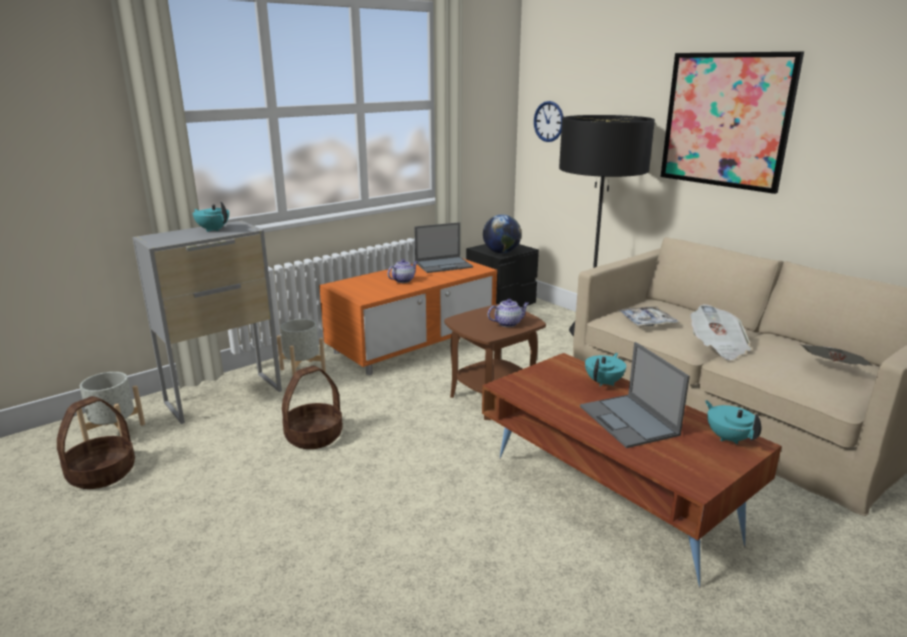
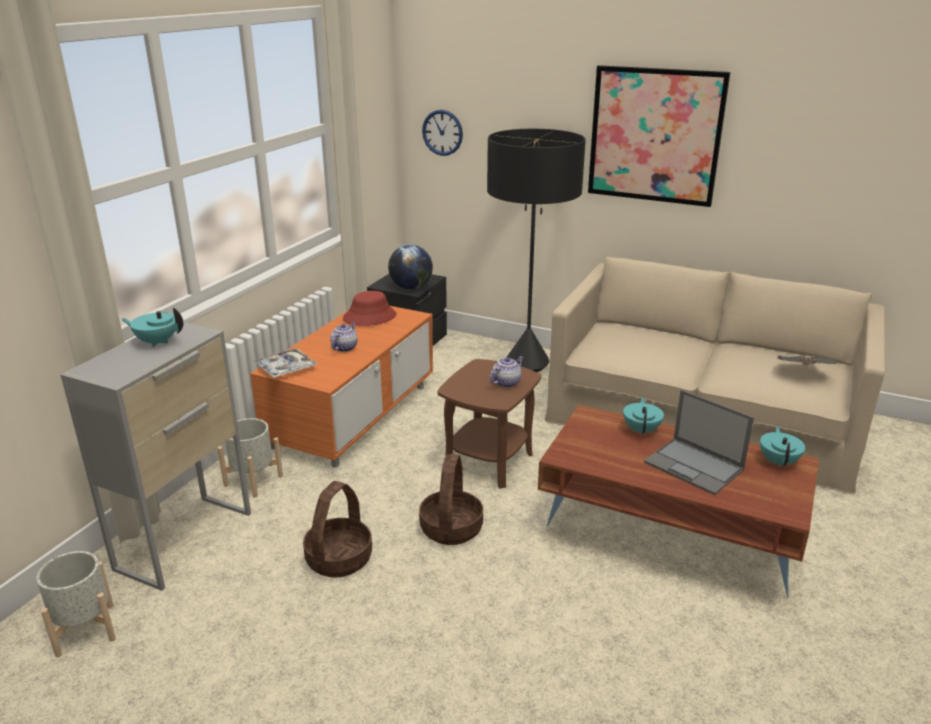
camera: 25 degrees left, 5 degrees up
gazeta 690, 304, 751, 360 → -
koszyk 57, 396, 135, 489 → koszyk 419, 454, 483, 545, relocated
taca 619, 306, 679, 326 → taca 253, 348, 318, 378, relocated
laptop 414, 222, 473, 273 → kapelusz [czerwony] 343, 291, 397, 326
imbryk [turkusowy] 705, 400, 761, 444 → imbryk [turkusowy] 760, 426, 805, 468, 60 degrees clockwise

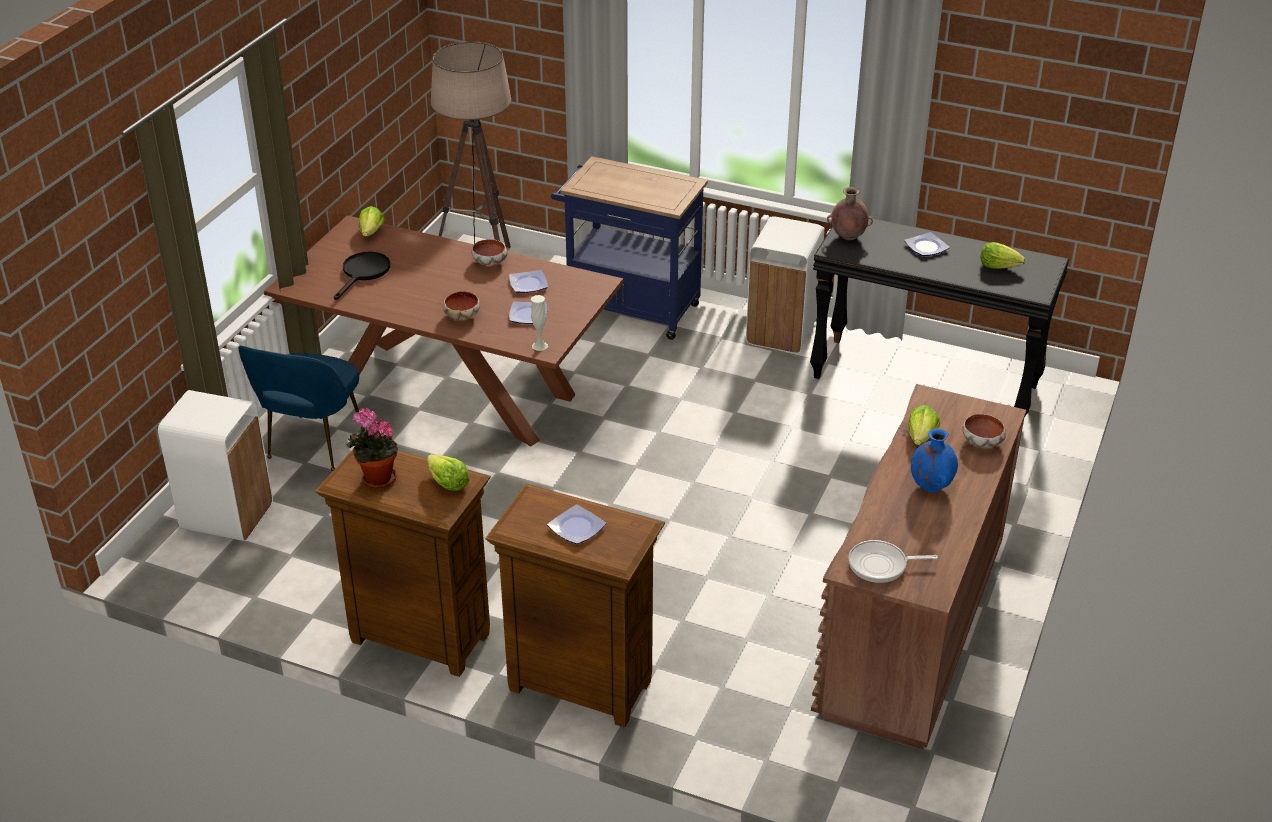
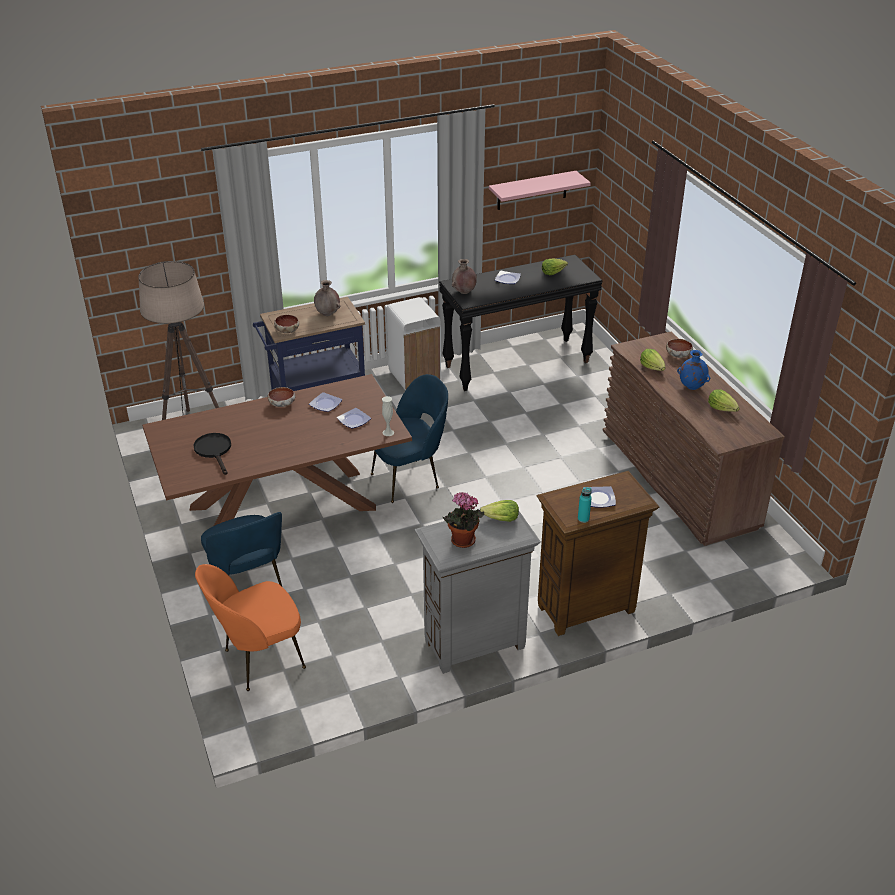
camera: 45 degrees left, 0 degrees up
patelnia 849, 540, 938, 583 → -
- → wazon [brązowy] 314, 280, 340, 316
- → krzesło [niebieski] 371, 374, 448, 503
- → półka [różowy] 489, 171, 591, 210
- → butelka [turkusowy] 578, 487, 592, 523
sałata 359, 206, 385, 237 → sałata 708, 389, 740, 412, relocated
miska 443, 291, 480, 320 → miska 274, 315, 299, 333, relocated
kosz na śmieci [biały] 158, 390, 273, 541 → krzesło [pomarańczowy] 195, 564, 306, 691
szafka [brązowy] 315, 448, 491, 677 → szafka [szary] 415, 511, 541, 674

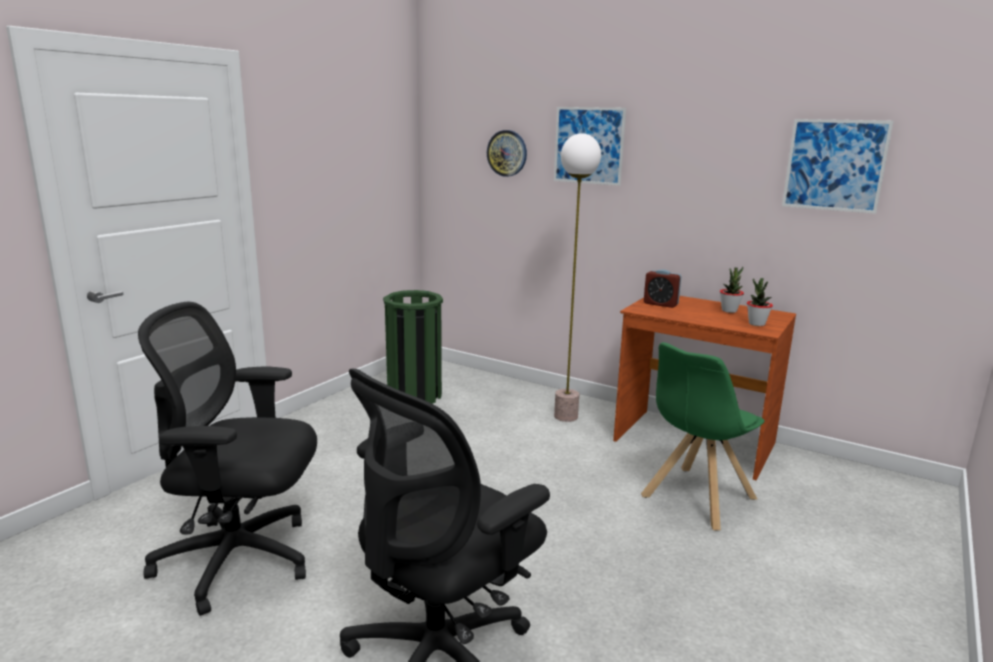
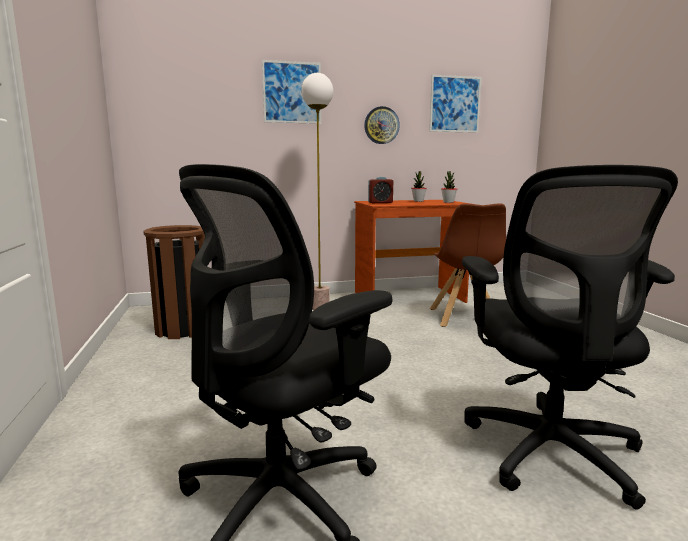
camera: 45 degrees left, 5 degrees down
zegar ścienny 487, 130, 527, 177 → zegar ścienny 364, 106, 400, 144, relocated
kosz na śmieci [zielony] 383, 290, 443, 404 → kosz na śmieci [brązowy] 143, 225, 205, 339
krzesło [zielony] 641, 342, 765, 531 → krzesło [brązowy] 430, 203, 506, 327

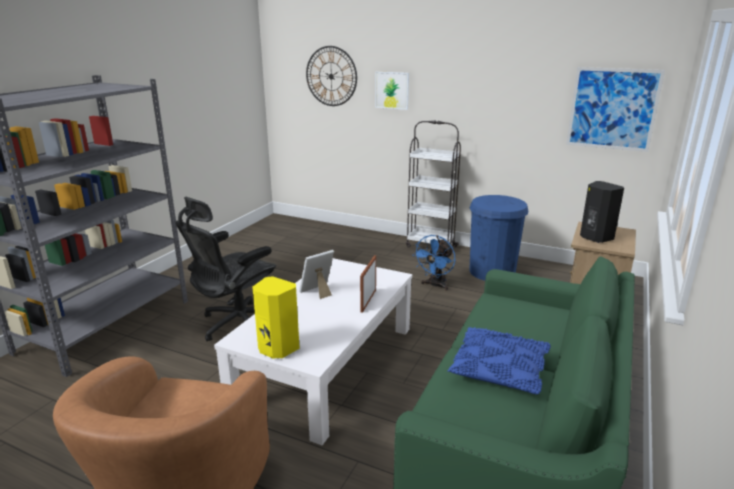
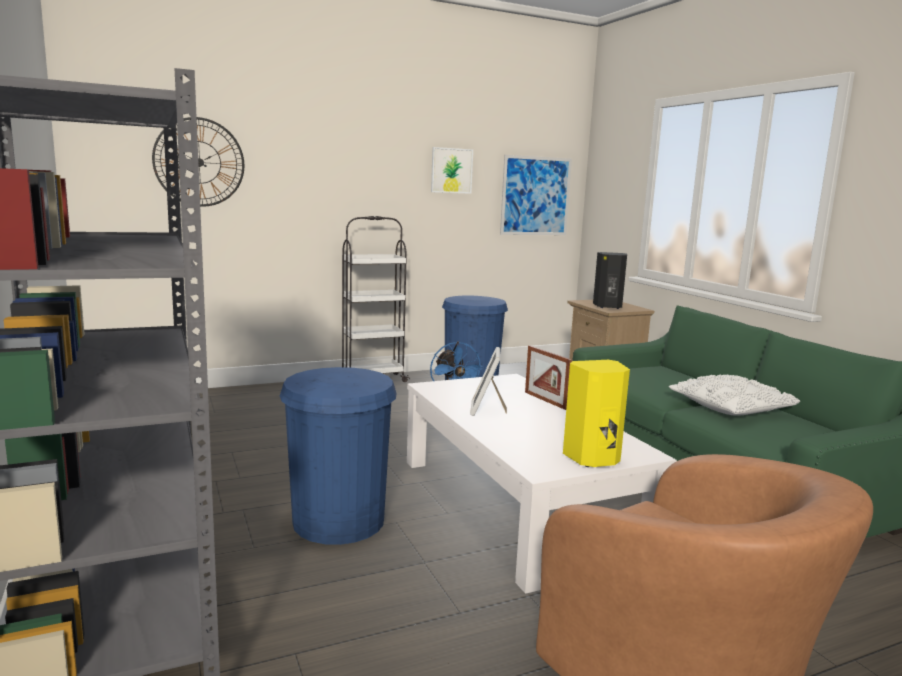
camera: 50 degrees left, 10 degrees down
obraz 375, 71, 409, 110 → obraz 431, 147, 473, 194, relocated
krzesło biurowe 175, 197, 277, 341 → kosz na śmieci [niebieski] 280, 367, 397, 545
poduszka [niebieski] 447, 327, 551, 395 → poduszka [biały] 669, 374, 800, 416

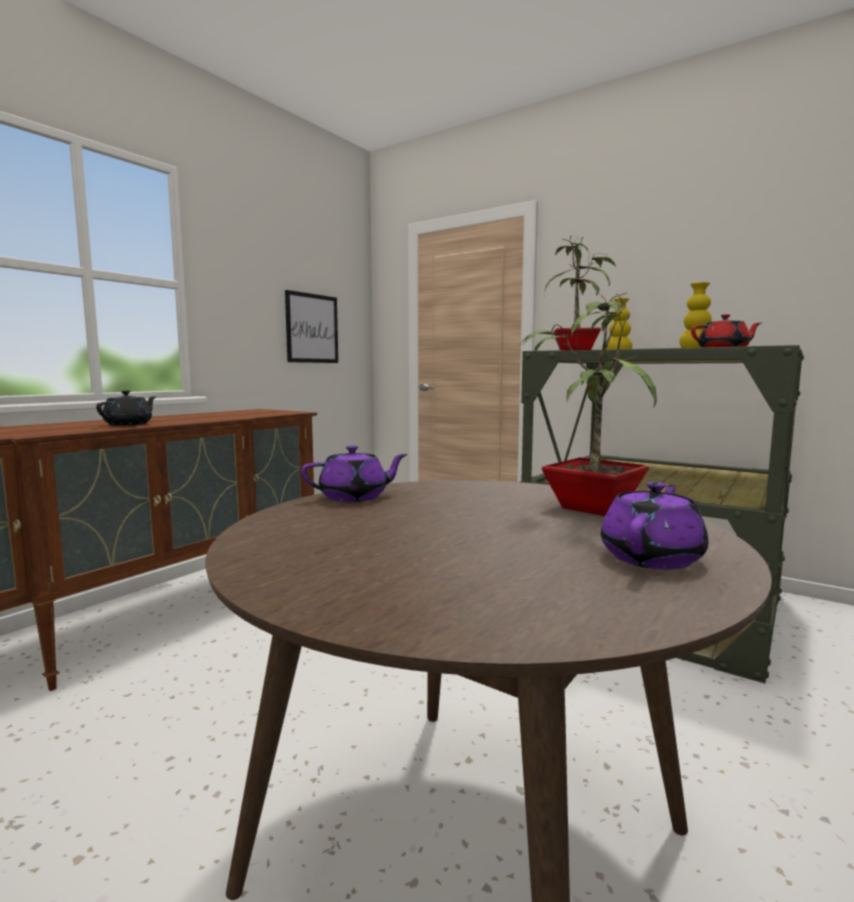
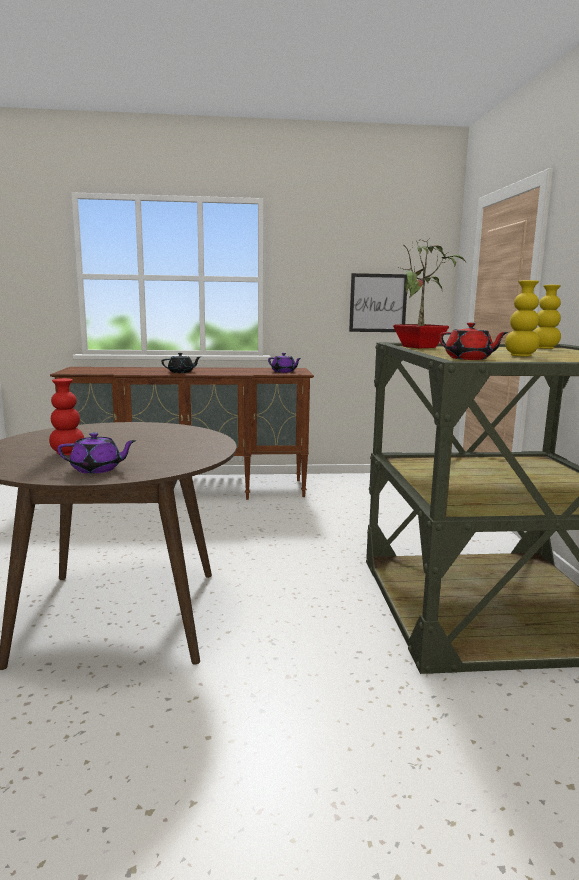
camera: 50 degrees right, 5 degrees up
roślina doniczkowa 520, 292, 657, 516 → -
- → wazon [czerwony] 49, 378, 84, 455
imbryk [fioletowy] 301, 445, 408, 502 → imbryk [fioletowy] 268, 353, 301, 373, relocated

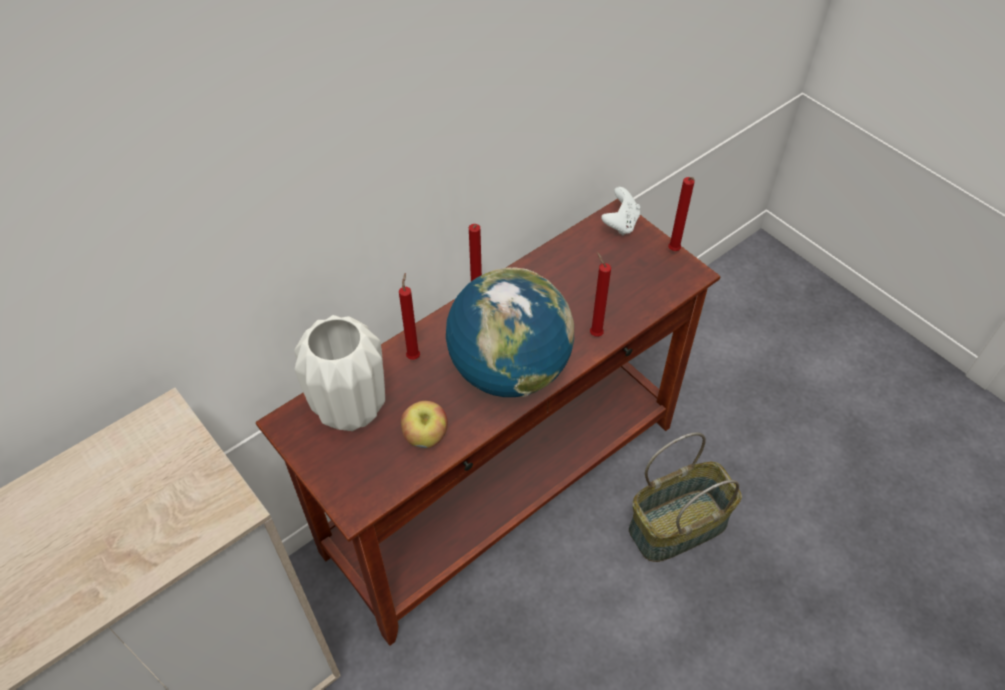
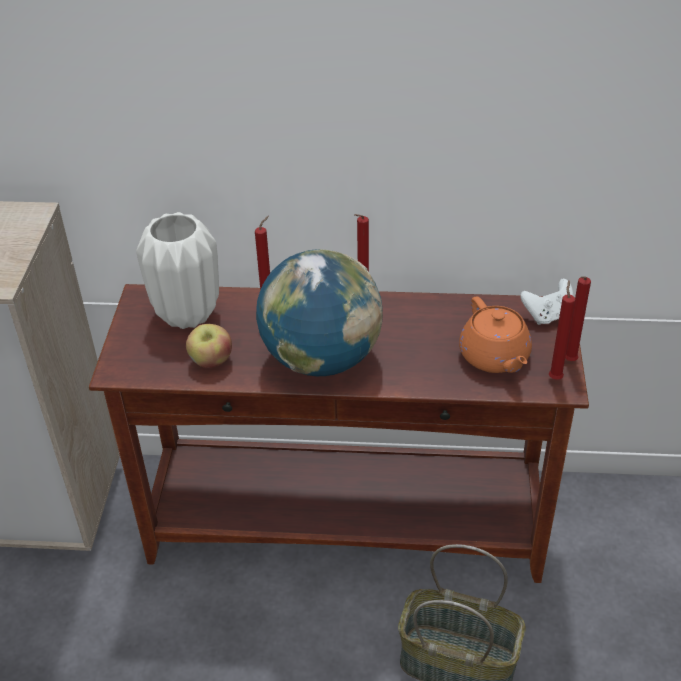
camera: 45 degrees right, 10 degrees down
- → imbryk [pomarańczowy] 459, 296, 532, 373
świeca [czerwony] 590, 252, 611, 337 → świeca [czerwony] 549, 280, 575, 380, relocated

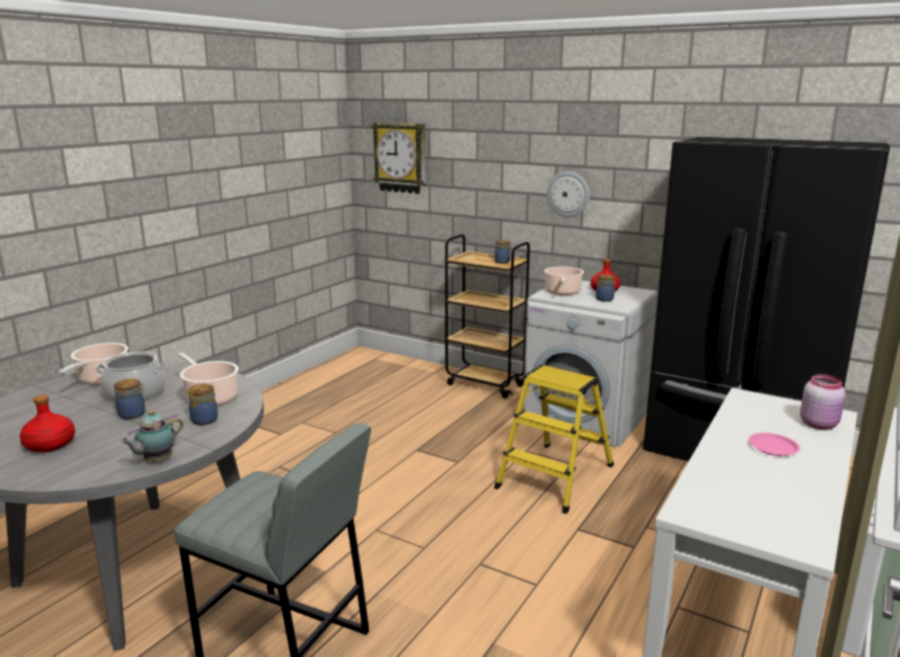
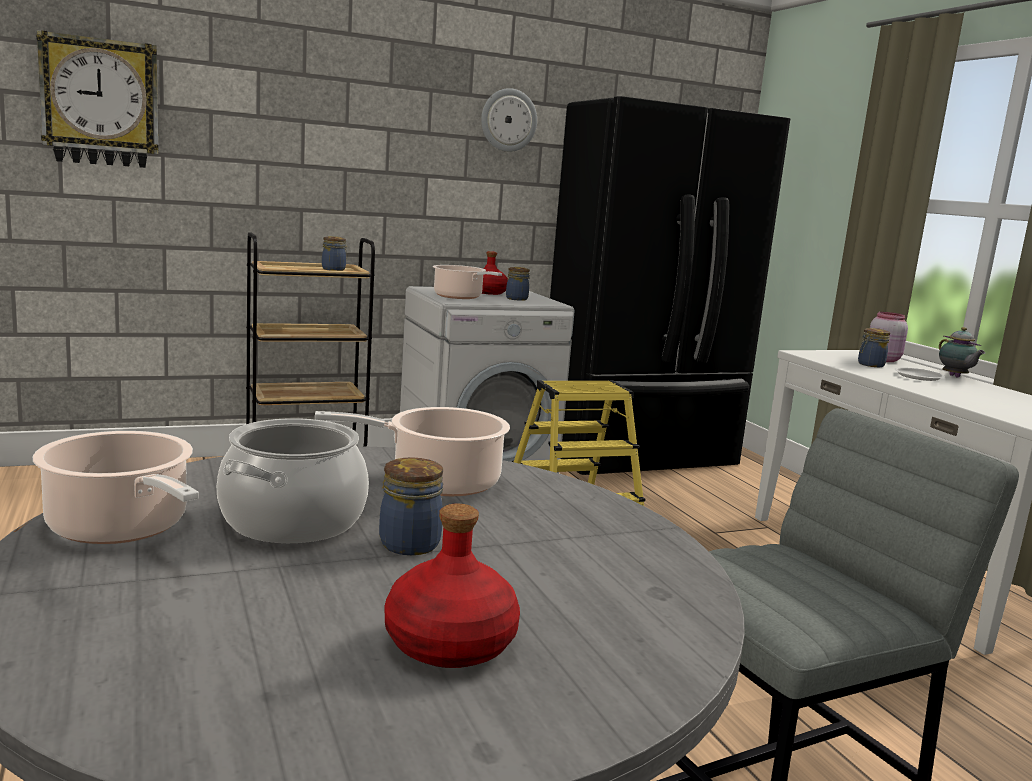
camera: 55 degrees left, 5 degrees down
imbryk 121, 410, 183, 462 → imbryk 939, 327, 985, 377, relocated
słoik 188, 384, 218, 425 → słoik 858, 328, 890, 367, relocated
zegar ścienny 547, 171, 590, 217 → zegar ścienny 481, 88, 537, 152, relocated
talerz [różowy] 748, 433, 800, 456 → talerz [biały] 895, 368, 945, 381

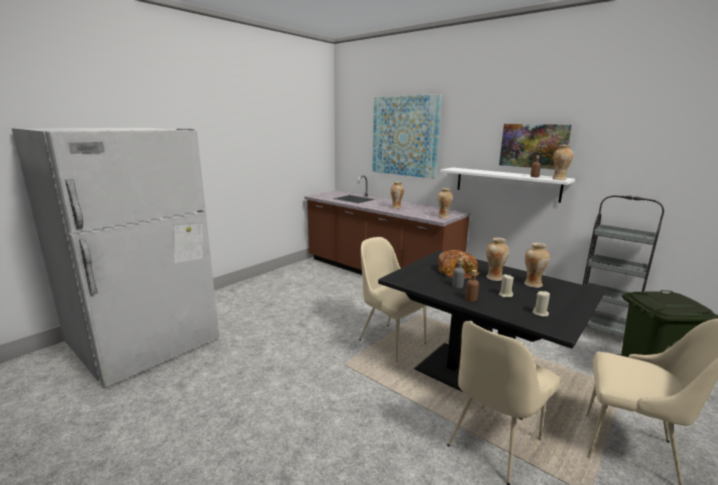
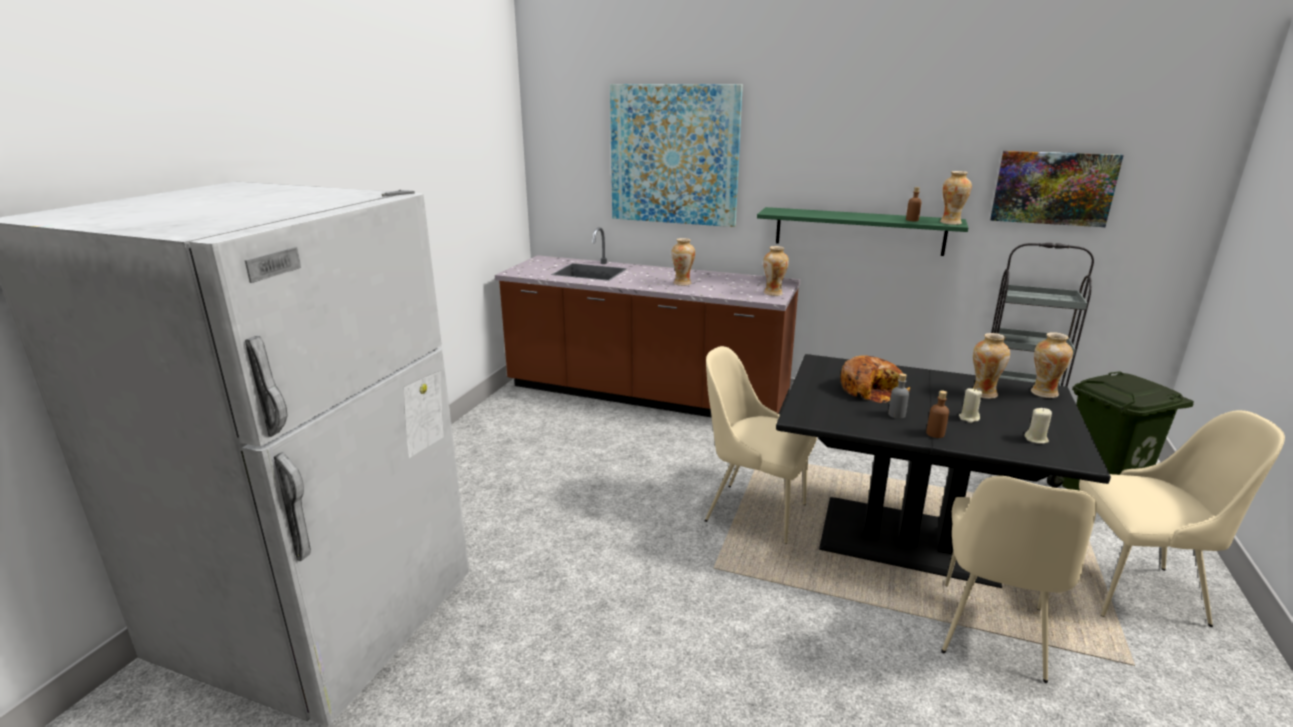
camera: 20 degrees left, 5 degrees up
wazon 486, 238, 509, 281 → wazon 1031, 332, 1073, 398, relocated
obraz 499, 124, 572, 170 → obraz 990, 151, 1124, 227, relocated
półka [biały] 440, 167, 575, 203 → półka [zielony] 757, 207, 968, 256

